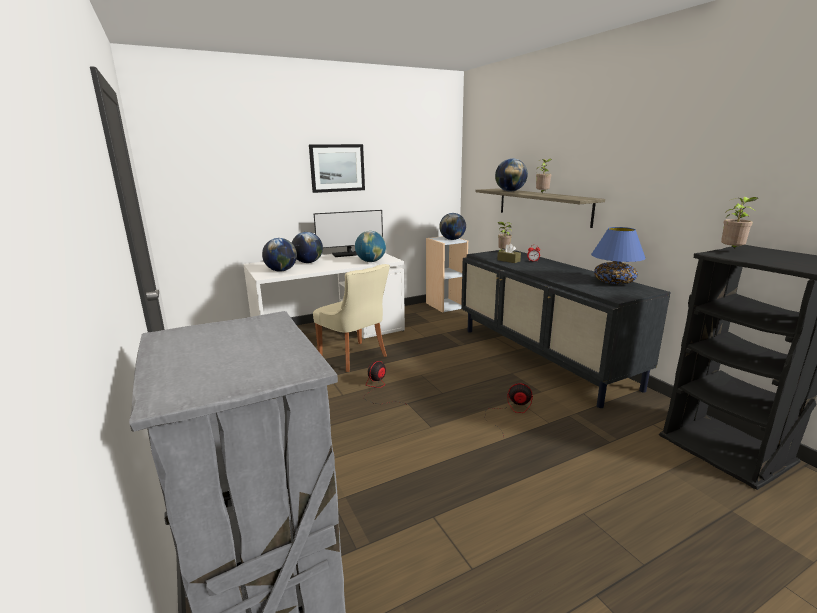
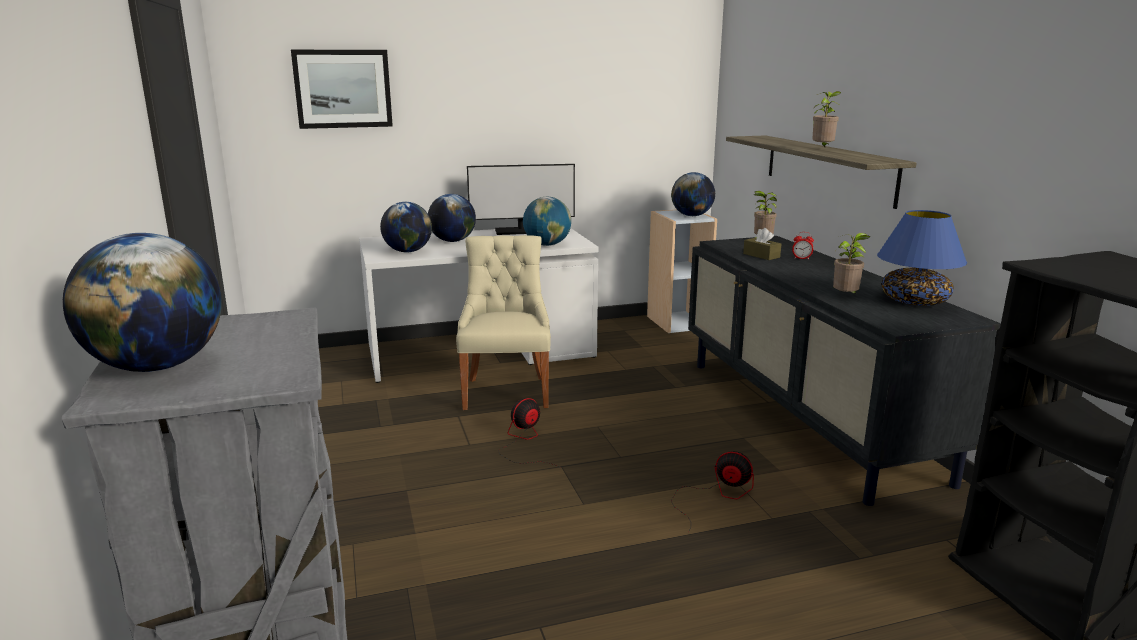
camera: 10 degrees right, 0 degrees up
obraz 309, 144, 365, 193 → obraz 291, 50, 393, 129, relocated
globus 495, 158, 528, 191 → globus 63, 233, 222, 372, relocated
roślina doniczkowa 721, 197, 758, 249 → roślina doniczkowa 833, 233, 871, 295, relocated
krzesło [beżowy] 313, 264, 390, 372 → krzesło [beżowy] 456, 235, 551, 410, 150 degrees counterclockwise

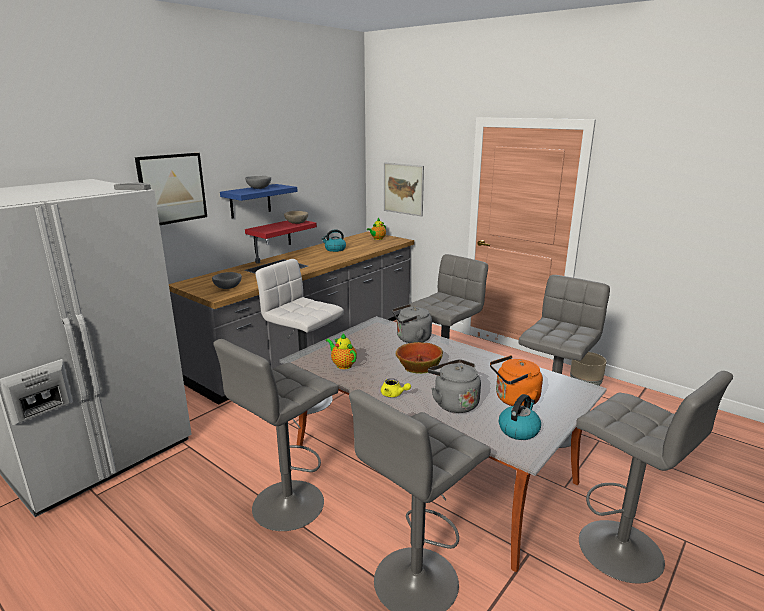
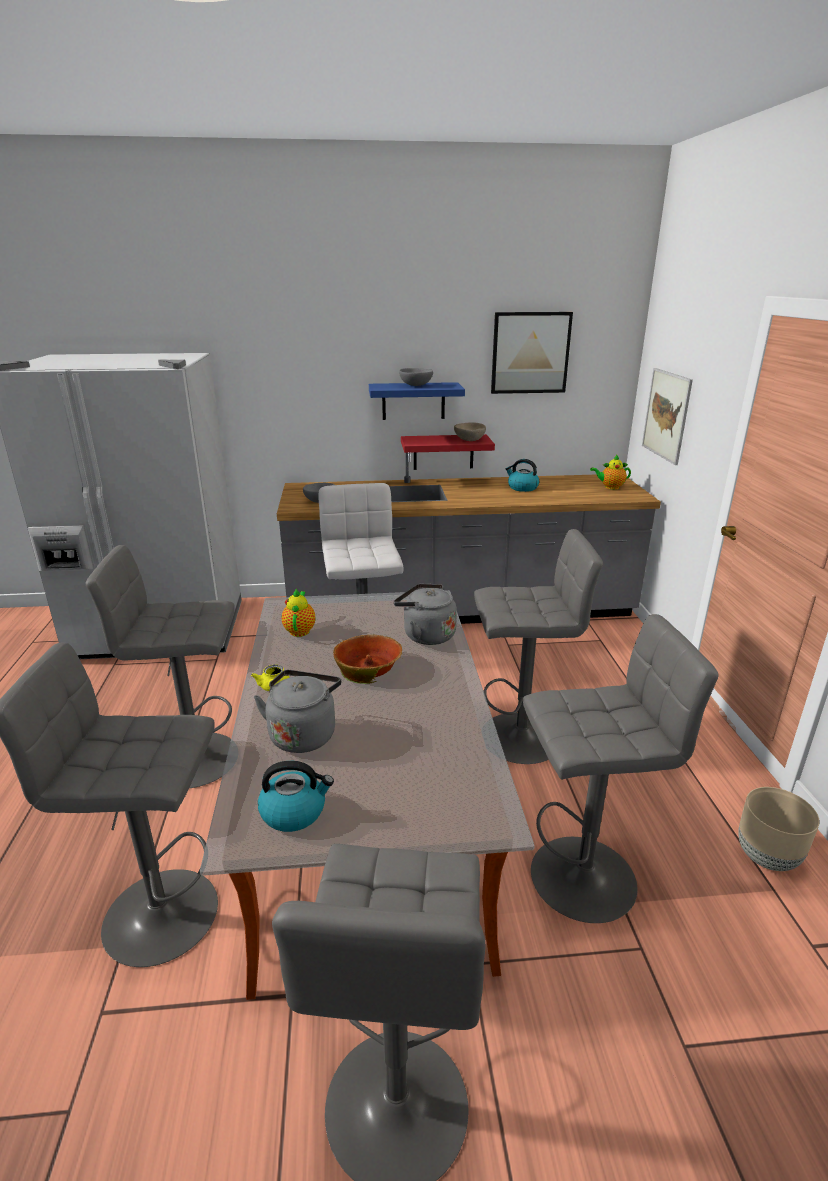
camera: 45 degrees right, 5 degrees up
czajnik [pomarańczowy] 490, 355, 543, 406 → -
obraz 135, 153, 207, 225 → obraz 491, 312, 573, 394, relocated

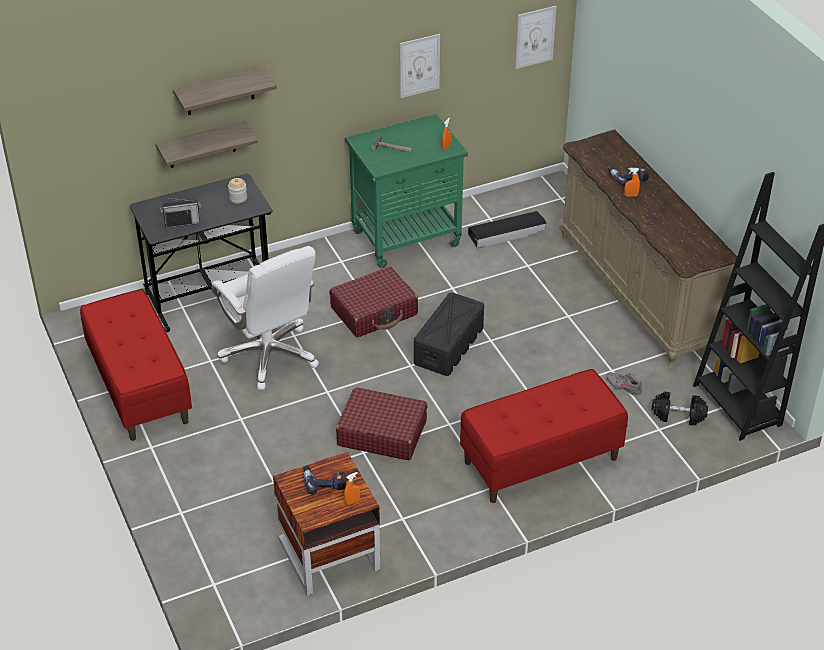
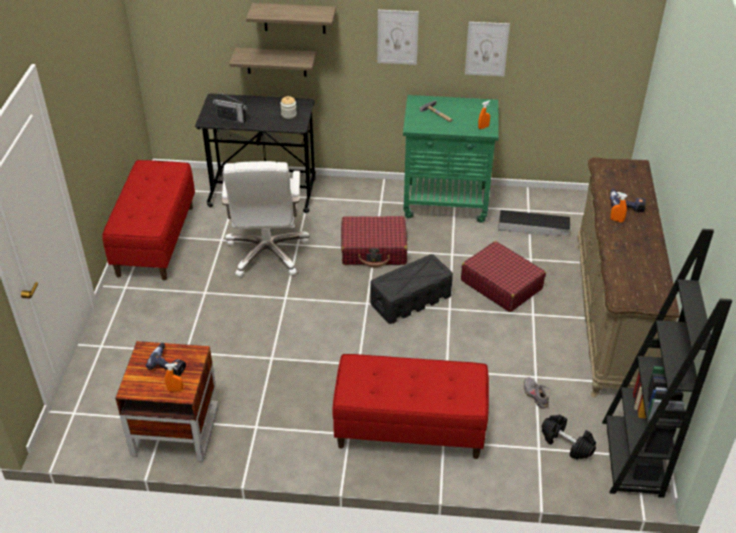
camera: 30 degrees right, 0 degrees up
walizka [czerwony] 336, 387, 427, 460 → walizka [czerwony] 461, 241, 546, 312, relocated
obraz 515, 6, 556, 69 → obraz 377, 10, 419, 65, relocated

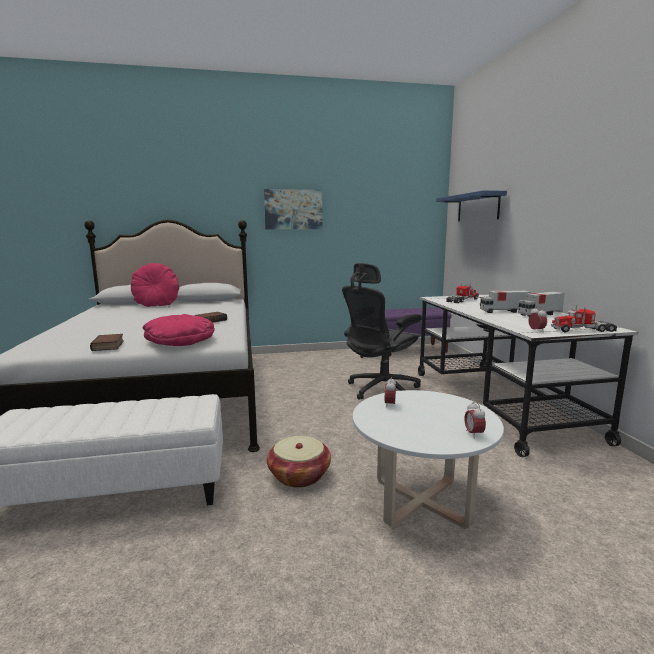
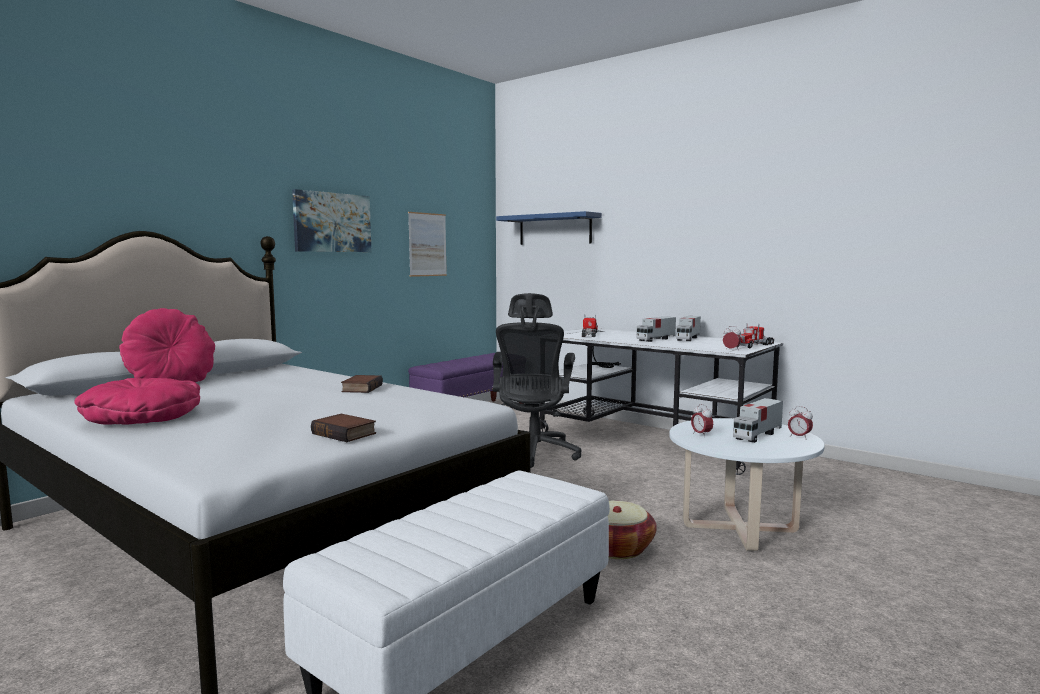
camera: 40 degrees left, 5 degrees down
- → obraz 408, 212, 447, 277
- → ciężarówka zabawkowa 733, 398, 783, 443
poduszka [różowy] 143, 314, 215, 346 → poduszka [różowy] 75, 378, 200, 425, relocated

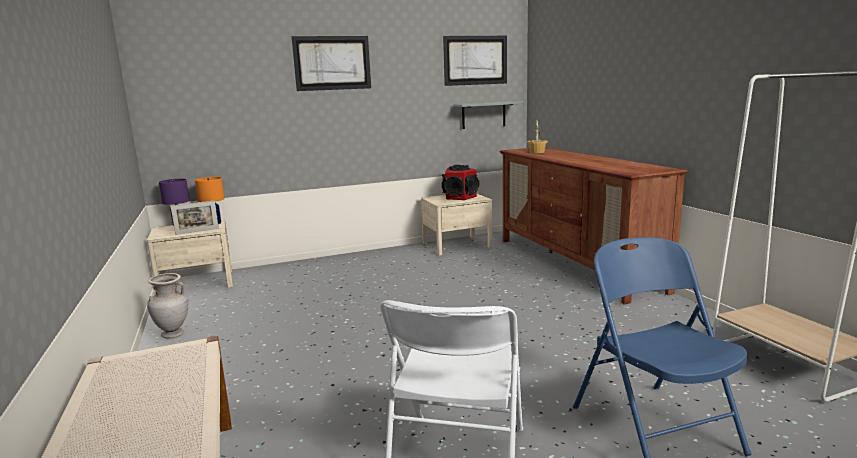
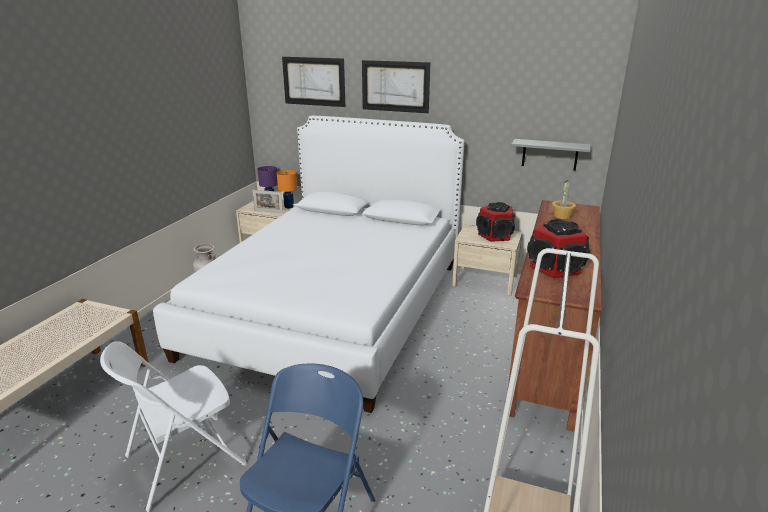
camera: 40 degrees right, 10 degrees up
- → łóżko [biały] 153, 116, 465, 413
- → głośnik 527, 219, 590, 278
obraz 443, 36, 507, 86 → obraz 282, 57, 345, 107, relocated

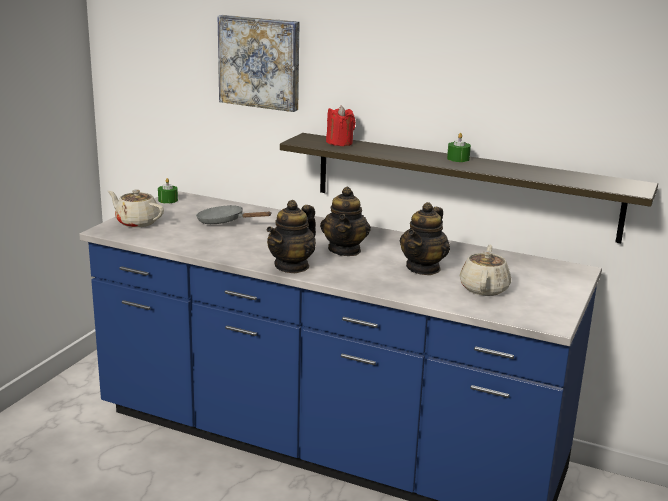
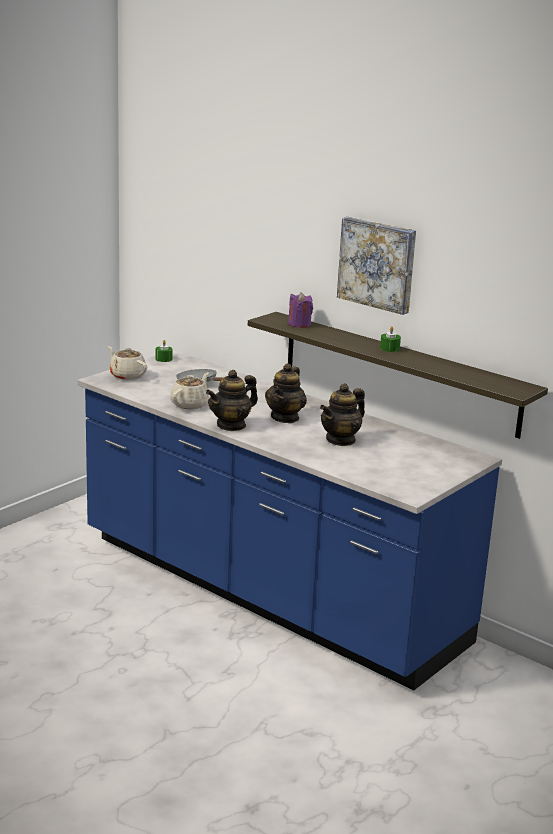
camera: 15 degrees right, 0 degrees up
obraz 218, 15, 300, 112 → obraz 337, 216, 416, 315, relocated
imbryk [beżowy] 460, 245, 511, 296 → imbryk [beżowy] 170, 373, 210, 409, relocated
świeca [czerwony] 326, 106, 356, 146 → świeca [fioletowy] 288, 292, 313, 328

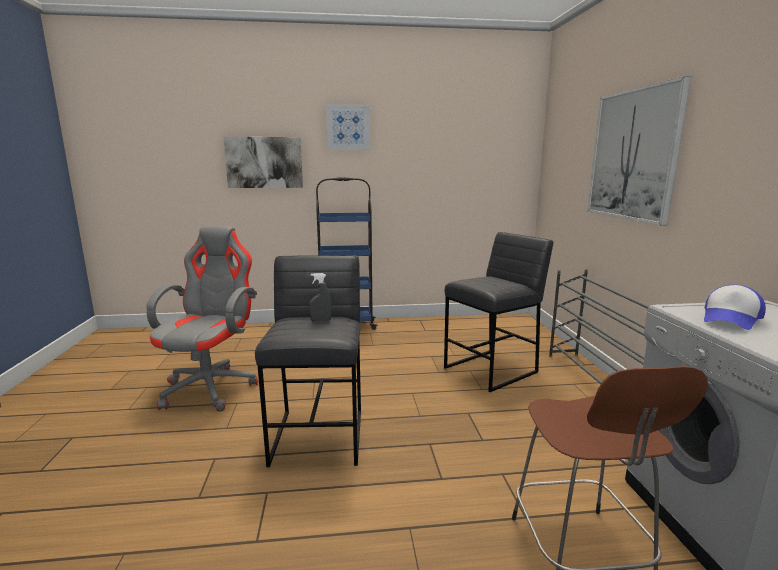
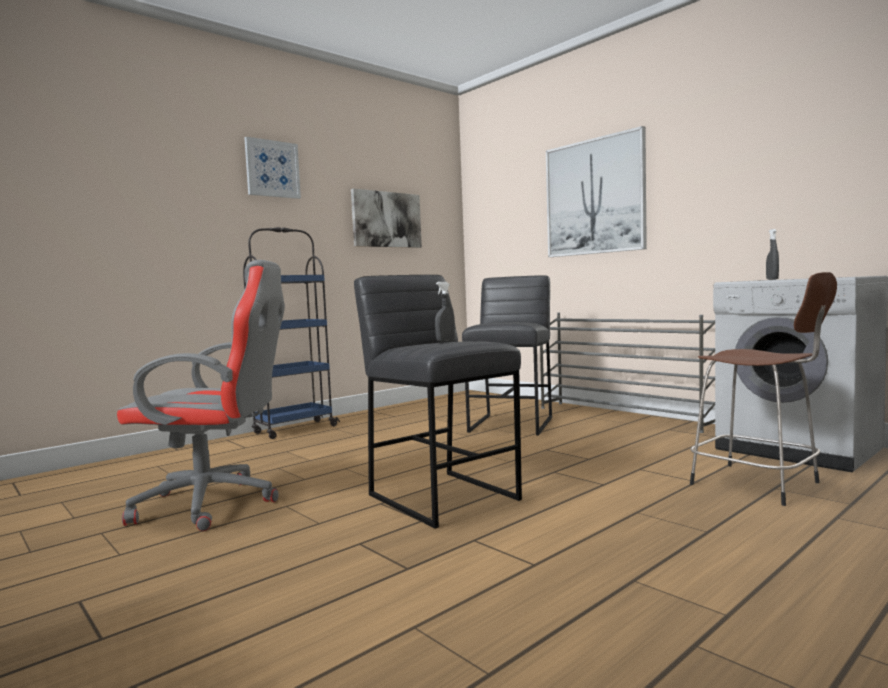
camera: 35 degrees left, 10 degrees down
obraz 223, 137, 303, 188 → obraz 351, 188, 422, 248, relocated
czapka z daszkiem 704, 284, 766, 330 → spryskiwacz [szary] 766, 229, 779, 280
krzesło biurowe [szary] 146, 226, 258, 412 → krzesło biurowe [szary] 117, 260, 285, 531, 120 degrees clockwise

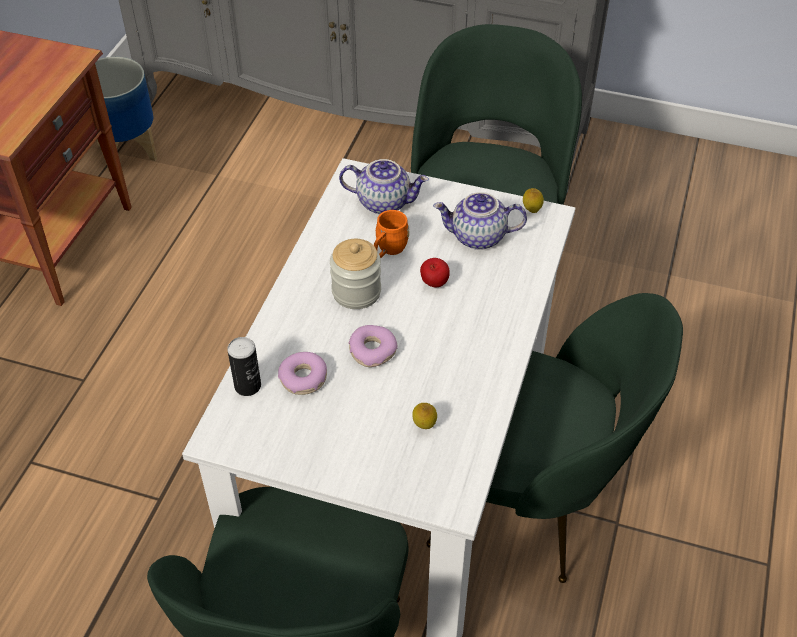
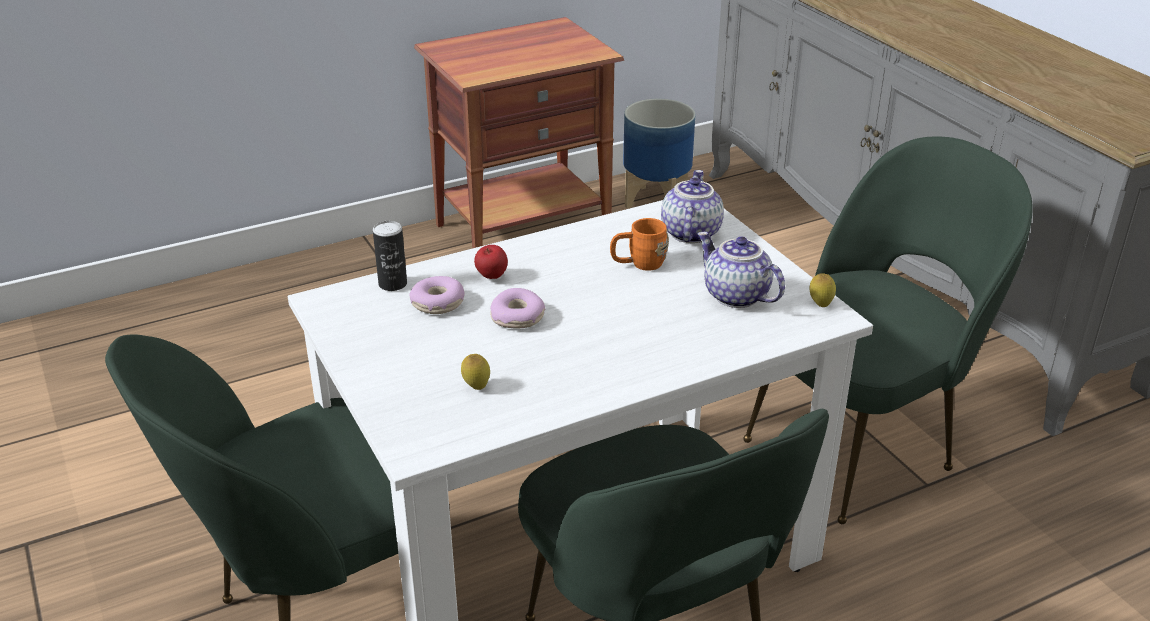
camera: 45 degrees right, 15 degrees down
słoik 330, 239, 381, 309 → -
jabłko 420, 258, 450, 287 → jabłko 474, 245, 508, 279, relocated
imbryk 339, 159, 429, 214 → imbryk 661, 170, 724, 243, 135 degrees counterclockwise

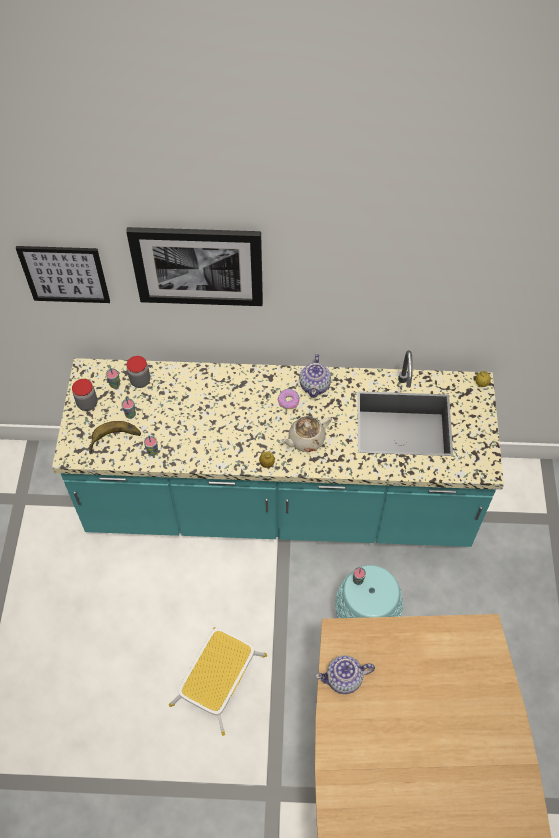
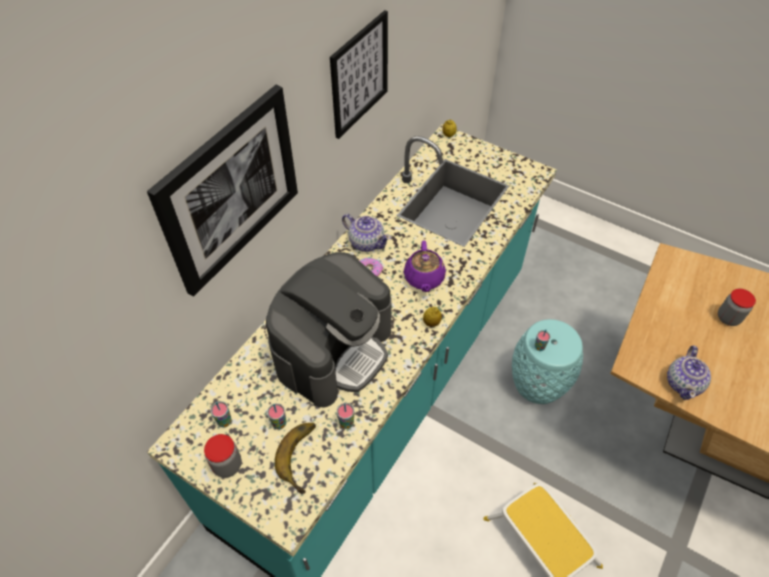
camera: 60 degrees left, 5 degrees down
- → ekspres do kawy 266, 252, 392, 407
obraz 16, 246, 110, 303 → obraz 330, 10, 388, 139, relocated
słoik 127, 356, 150, 388 → słoik 718, 289, 756, 326, relocated
imbryk [beżowy] 280, 416, 331, 452 → imbryk [fioletowy] 404, 241, 446, 292

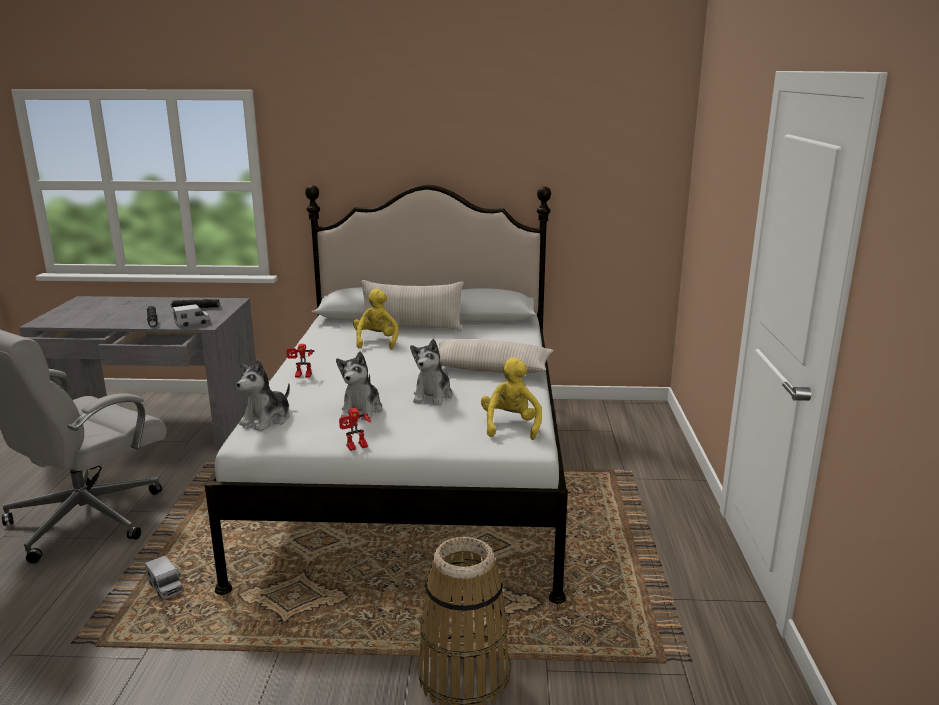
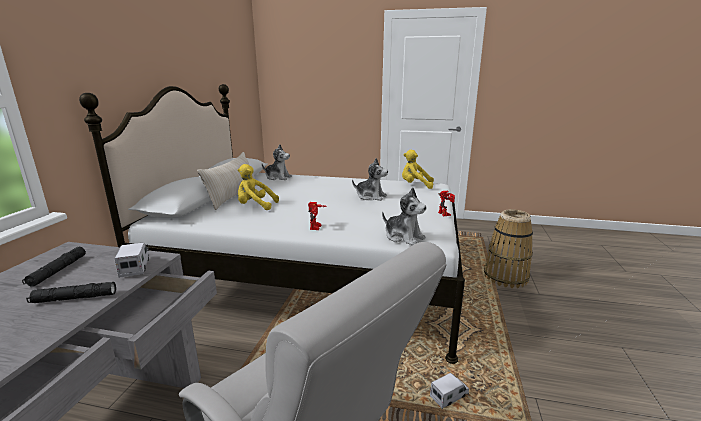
camera: 80 degrees left, 0 degrees up
poduszka [beżowy] 438, 339, 554, 373 → -
pluszak 336, 351, 382, 420 → pluszak 262, 144, 292, 180, relocated

